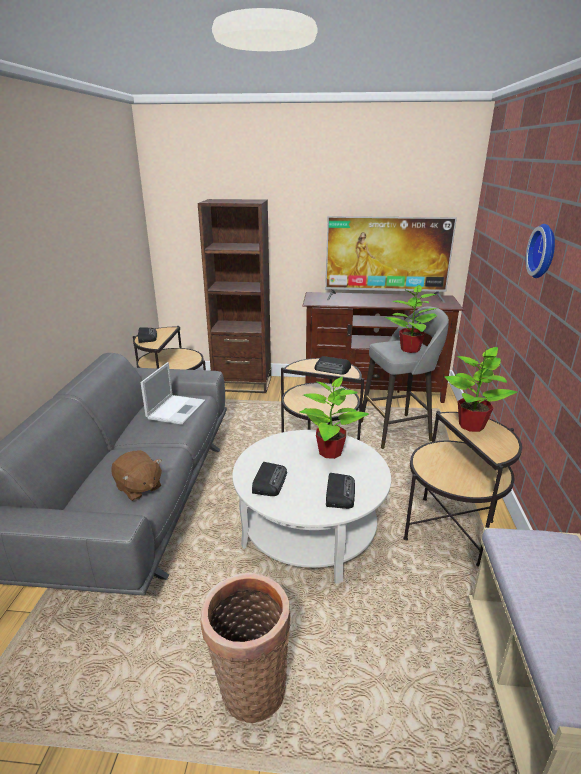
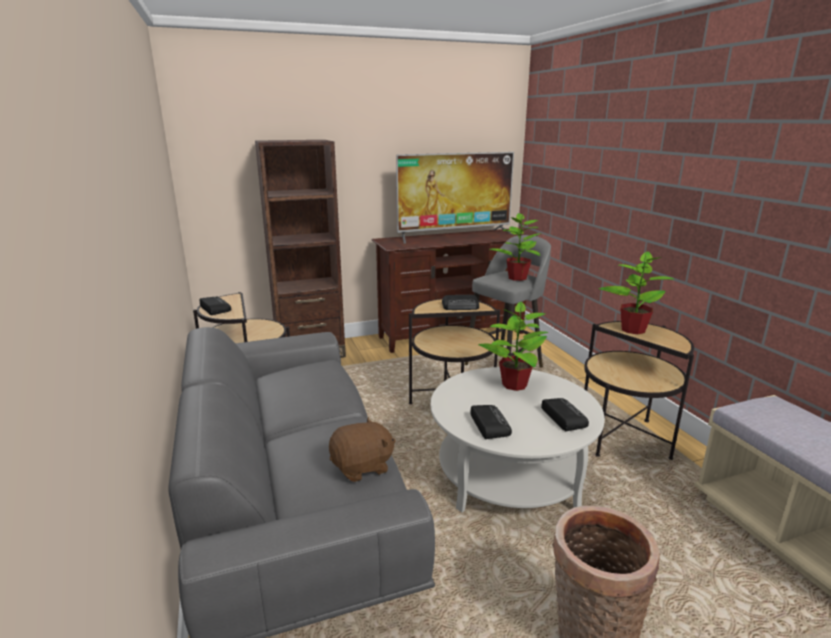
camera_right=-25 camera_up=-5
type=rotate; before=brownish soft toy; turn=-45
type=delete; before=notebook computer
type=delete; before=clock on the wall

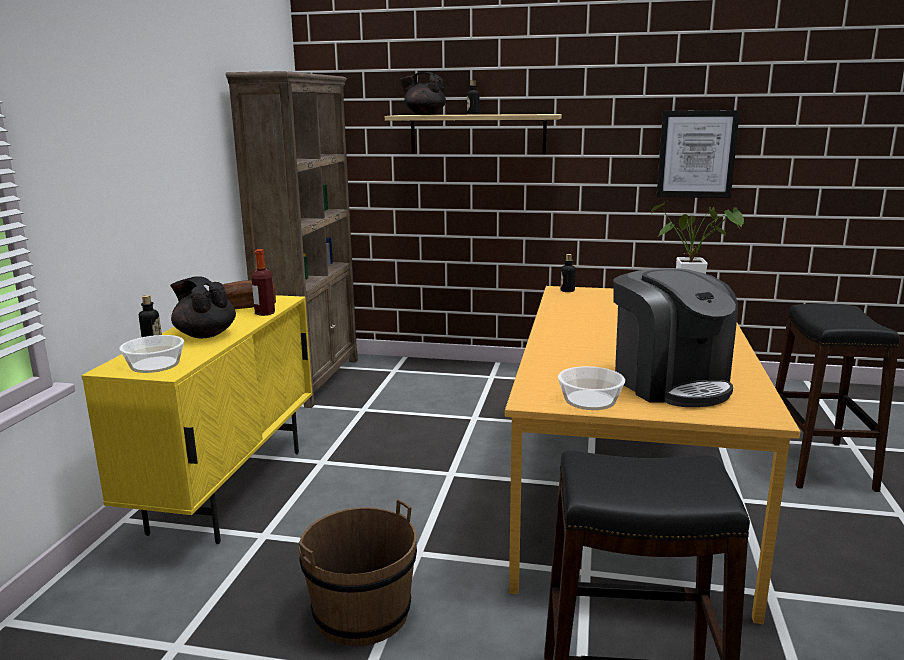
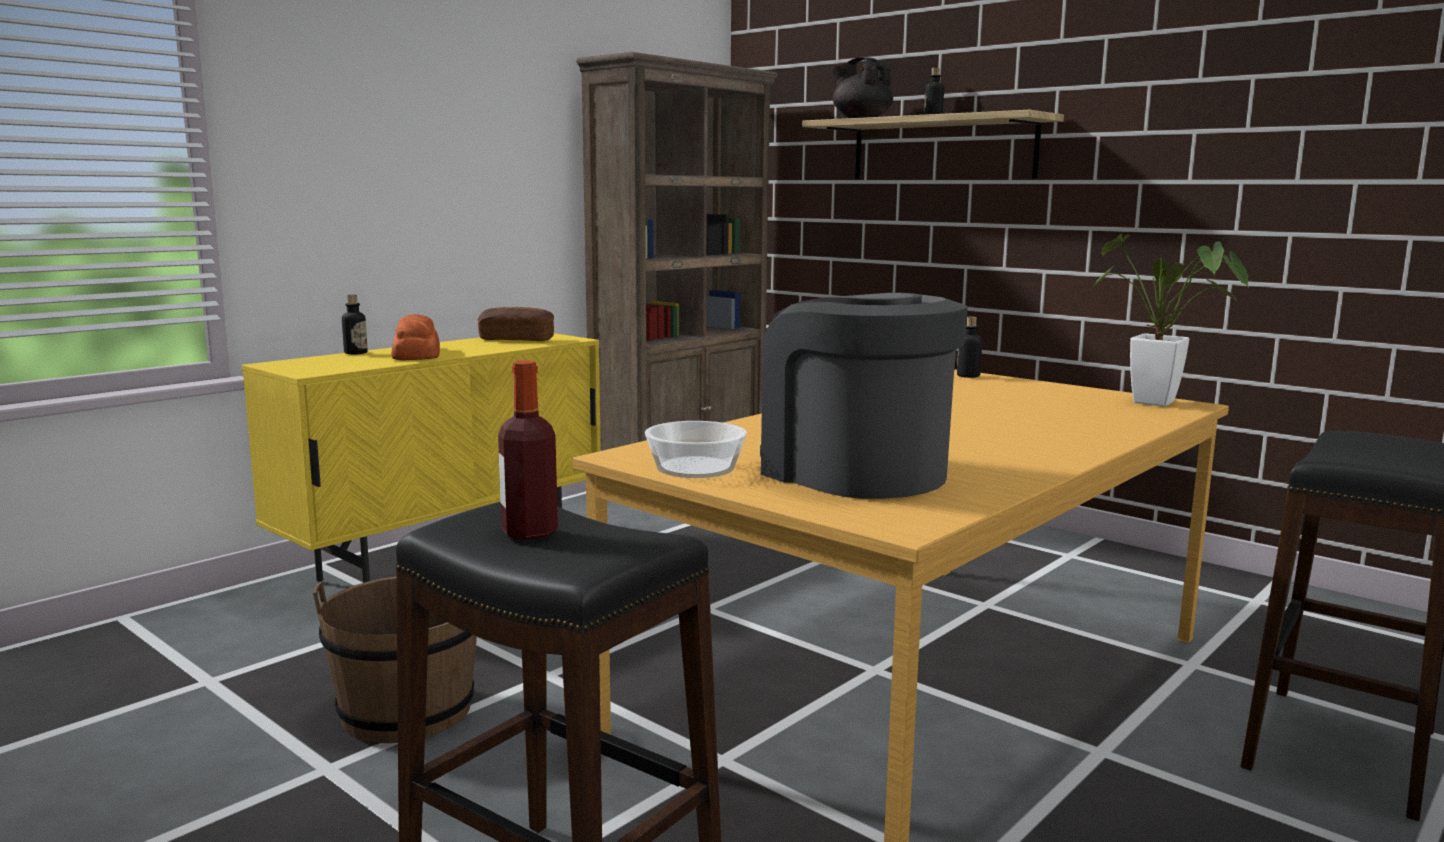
camera_right=30 camera_up=-5
type=delete; before=bowl (1st from left)
type=replace; before=black-coloured teapot (1st from left); after=bakery bread (1st from left)
type=move; before=drink bottle (2nd from left)
type=rotate; before=coffee brewer; turn=135
type=delete; before=picture

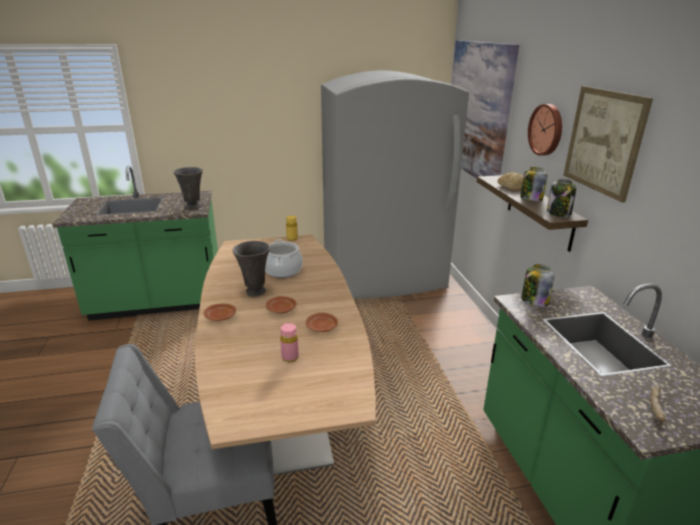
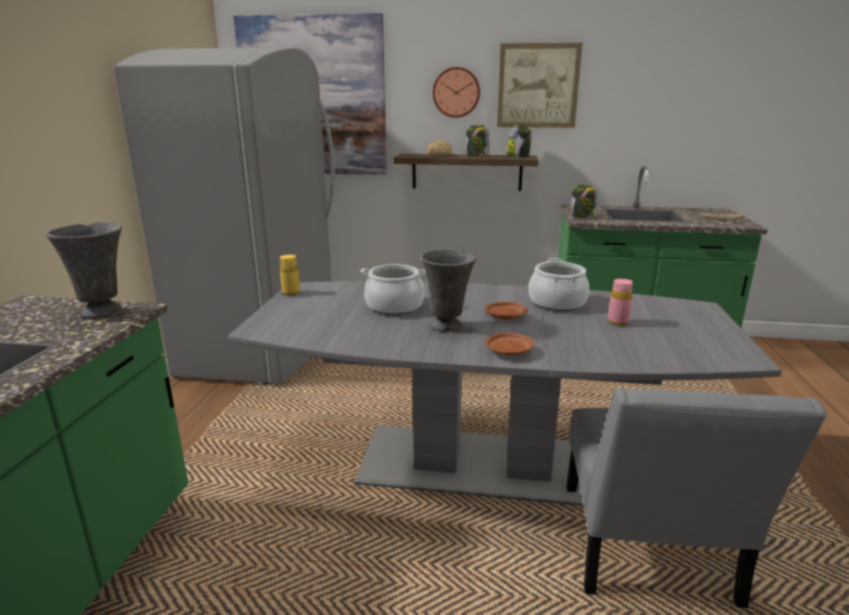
camera_right=-70 camera_up=-5
type=recolor; before=brownish kitchen table; after=greyish kitchen table
type=replace; before=brownish dinner plate (3rd from left); after=cooking pot (2nd from left)

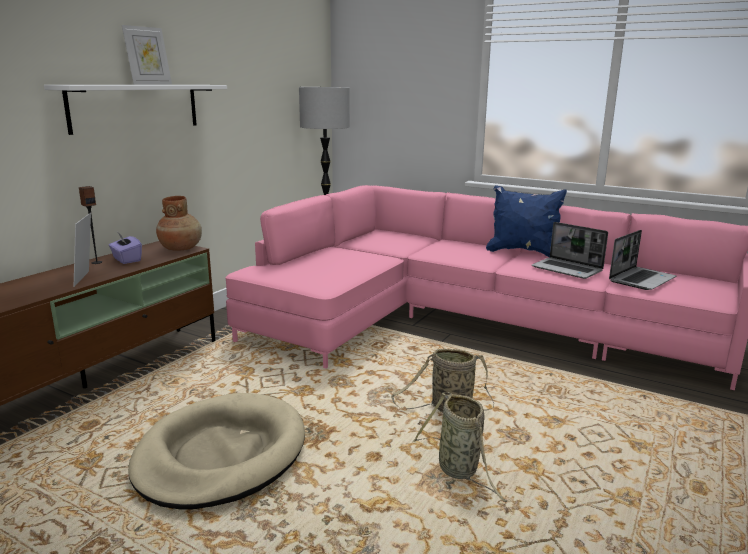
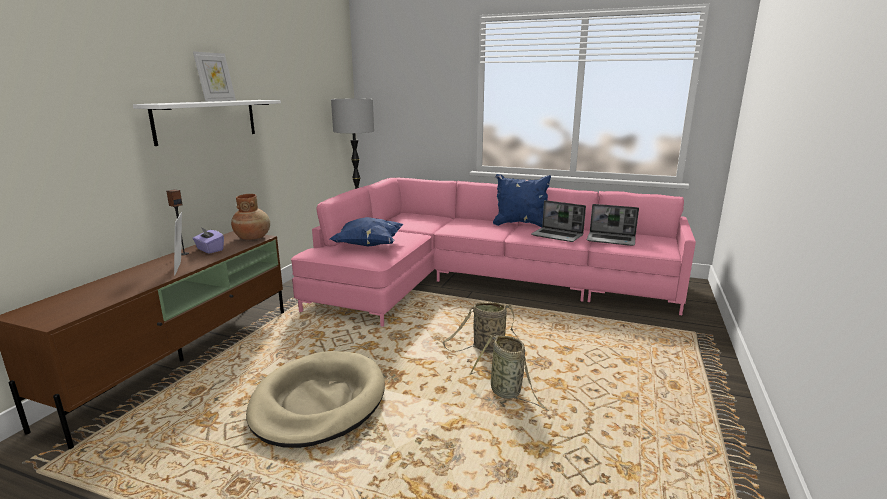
camera_right=-10 camera_up=0
type=rotate; before=notebook computer (2nd from left); turn=75
type=insert; after=blue-coloured pillow (1st from left)

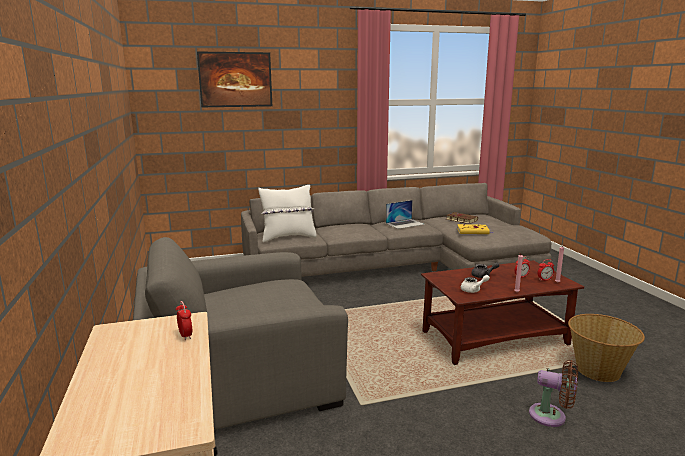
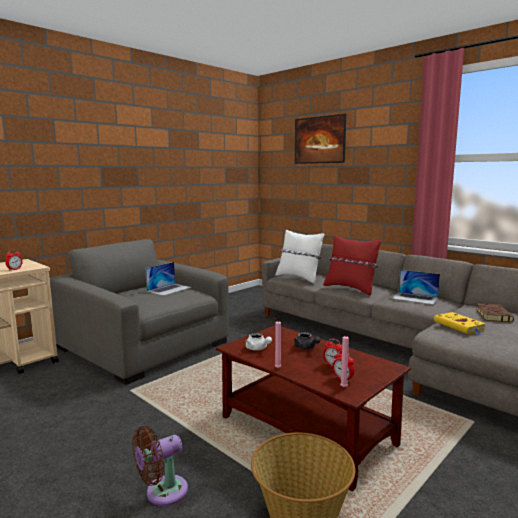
camera_right=60 camera_up=-5
type=rotate; before=brownish cooling fan; turn=60
type=insert; after=notebook computer (1st from left)
type=insert; after=reddish pillow

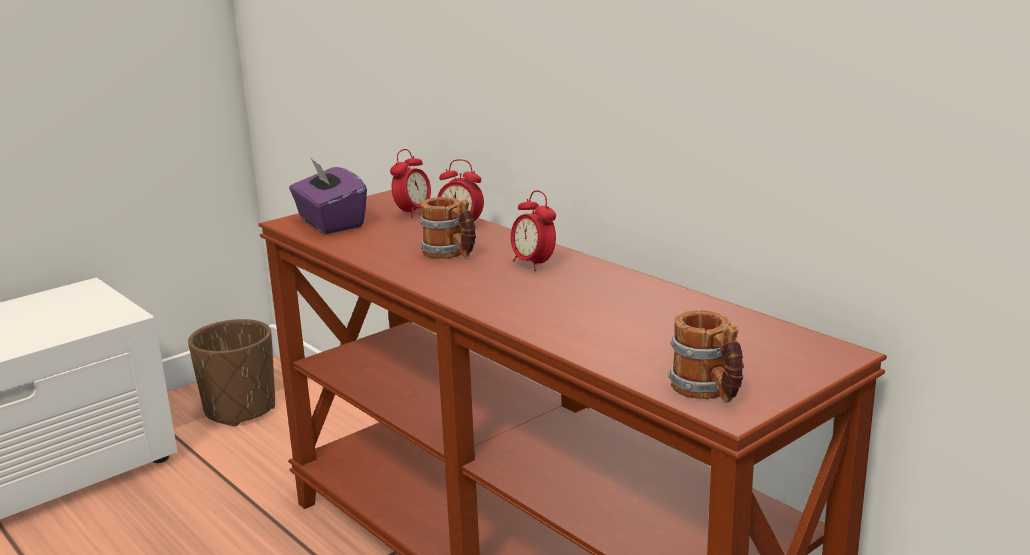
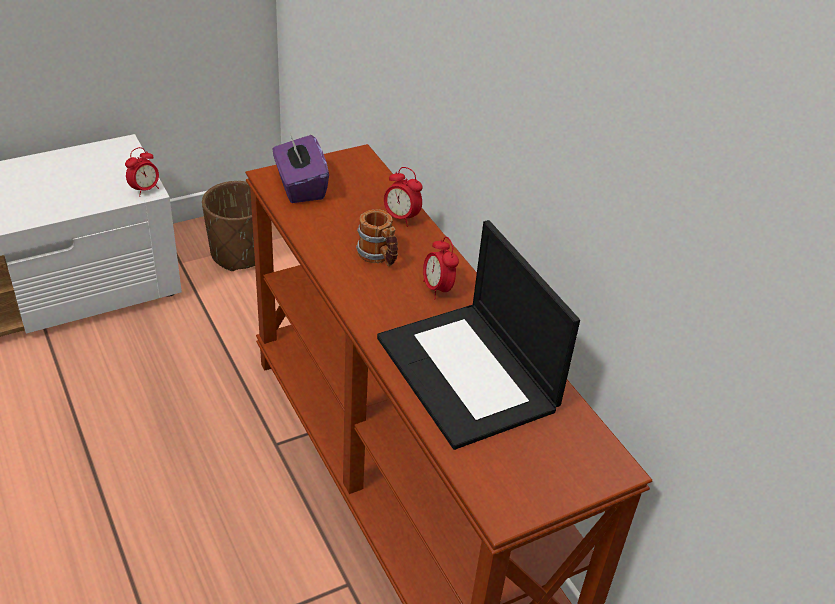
camera_right=10 camera_up=20
type=move; before=alarm clock (1st from left)
type=delete; before=tea mug (2nd from left)
type=insert; after=notebook computer

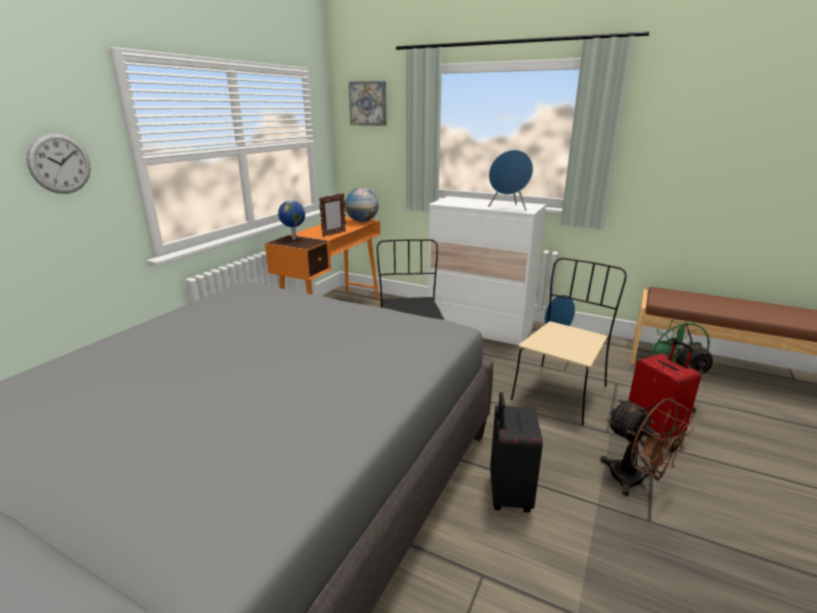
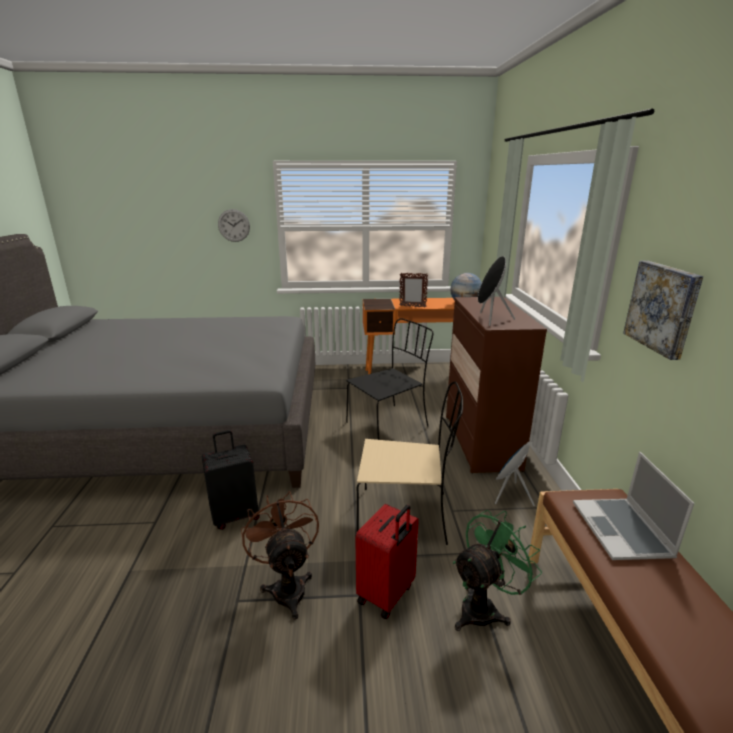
camera_right=60 camera_up=0
type=delete; before=world globe (1st from left)
type=move; before=picture
type=recolor; before=whitish chest of drawers; after=brownish chest of drawers
type=recolor; before=blue-coloured speaker (1st from left); after=black-coloured speaker
type=rotate; before=brownish cooling fan; turn=135
type=insert; after=notebook computer

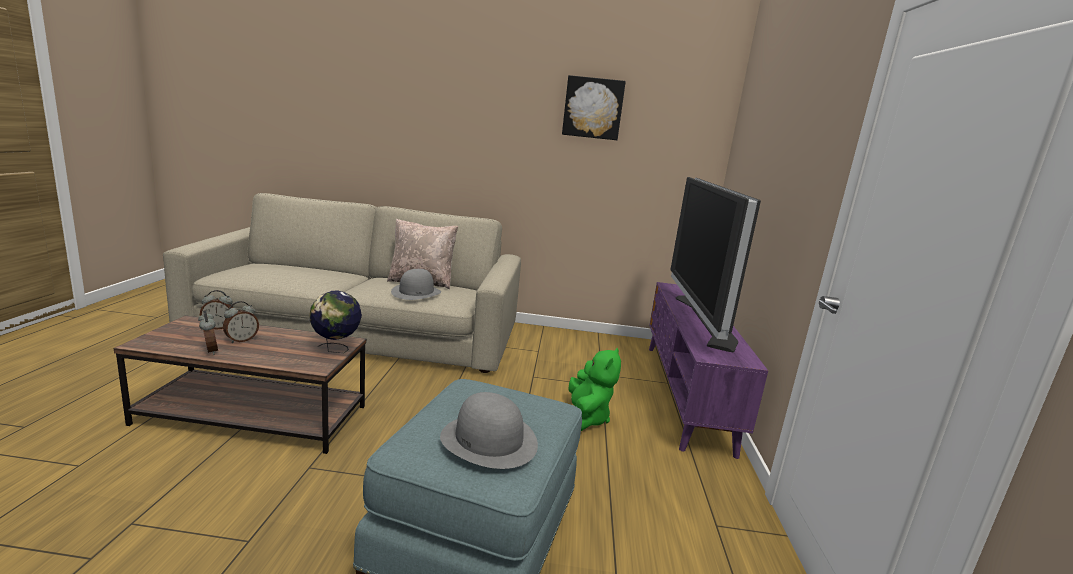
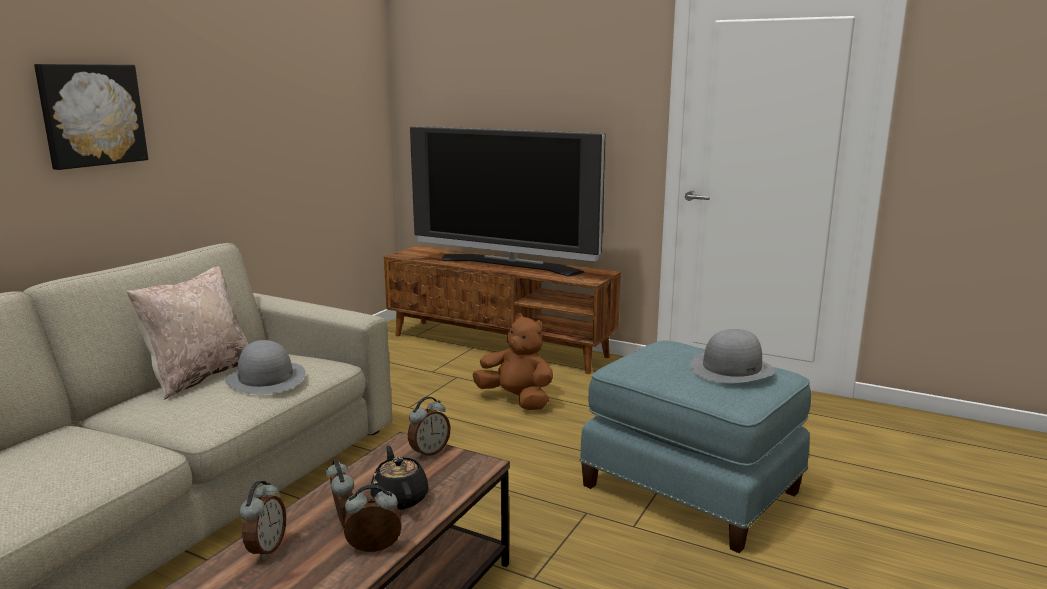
camera_right=-65 camera_up=0
type=replace; before=world globe; after=alarm clock (4th from left)
type=move; before=picture
type=recolor; before=green-coloured soft toy; after=brownish soft toy
type=recolor; before=purplish tv stand; after=brownish tv stand
type=insert; after=black-coloured teapot

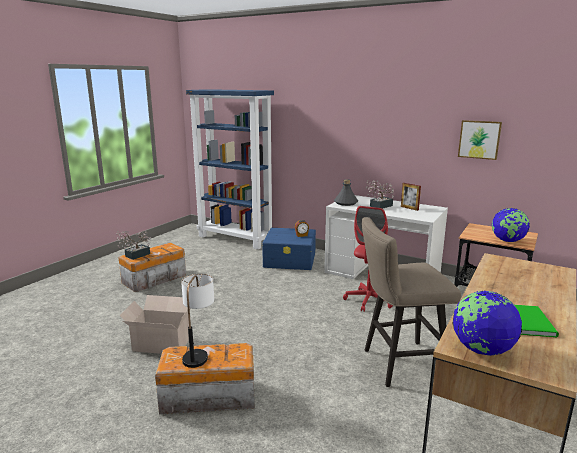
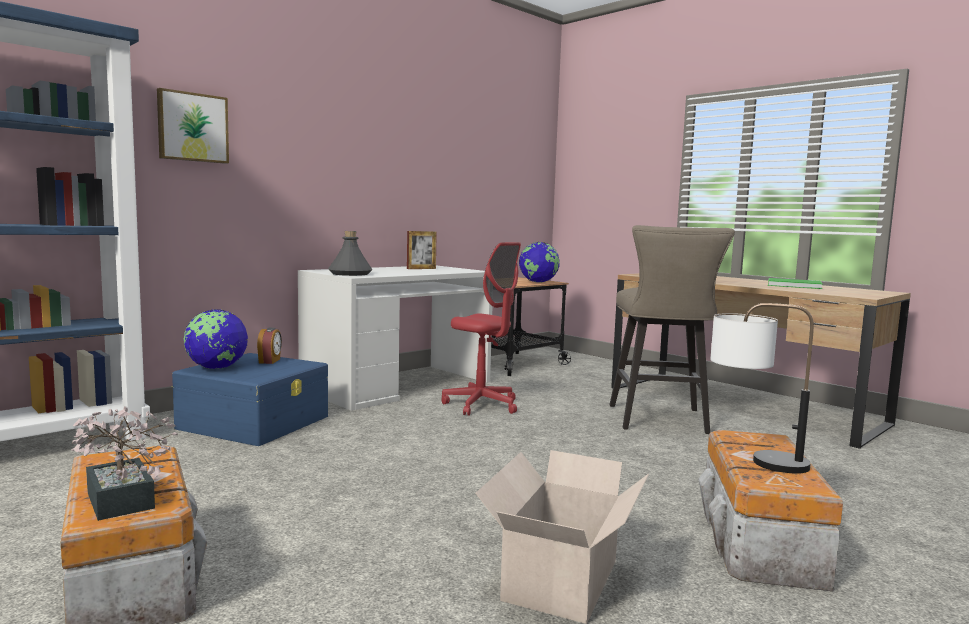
camera_right=-75 camera_up=-10
type=delete; before=potted plant (2nd from left)
type=move; before=world globe (1st from left)
type=move; before=picture

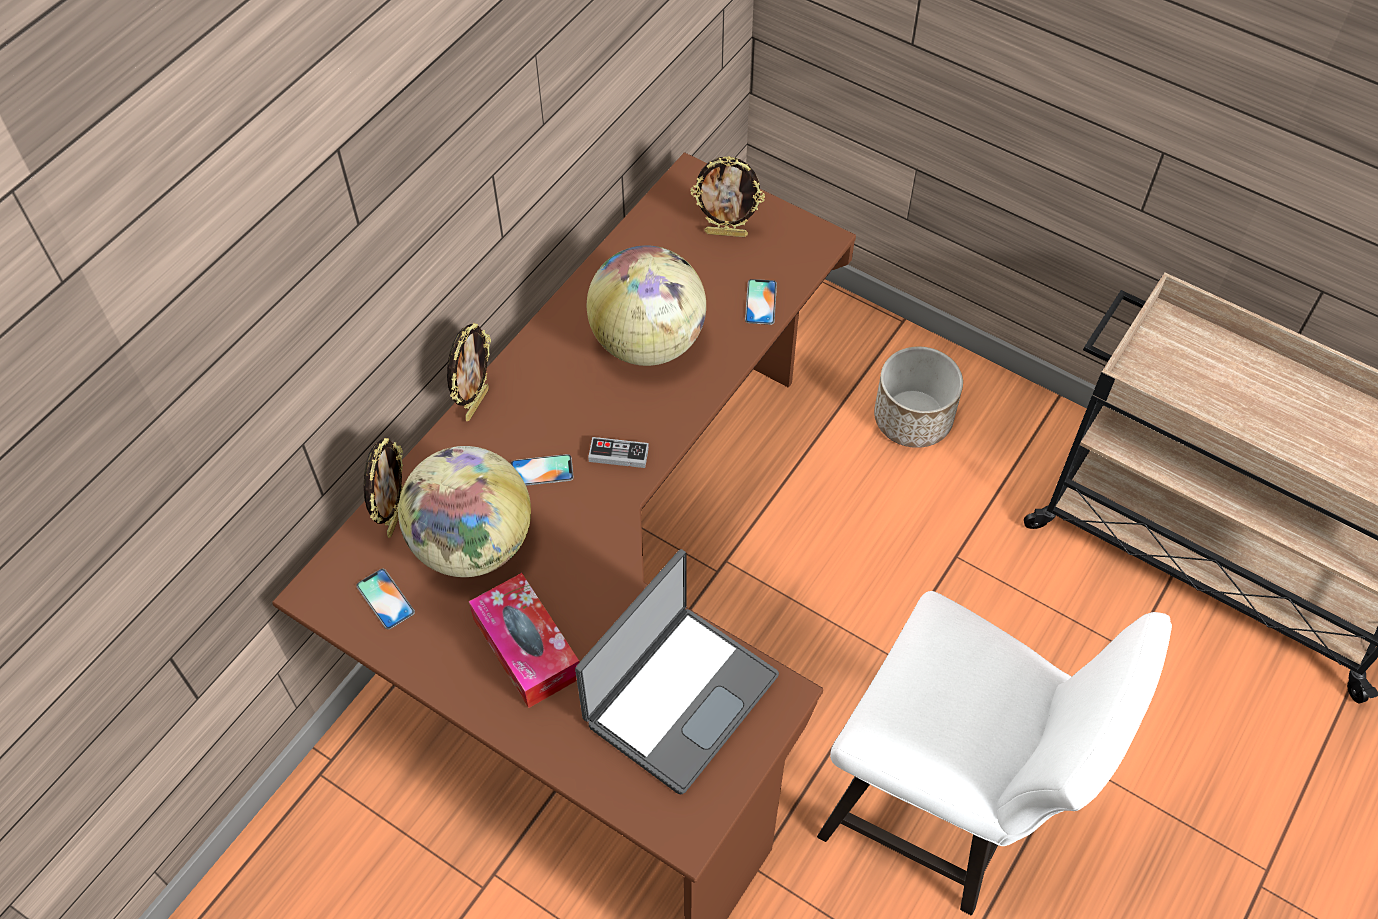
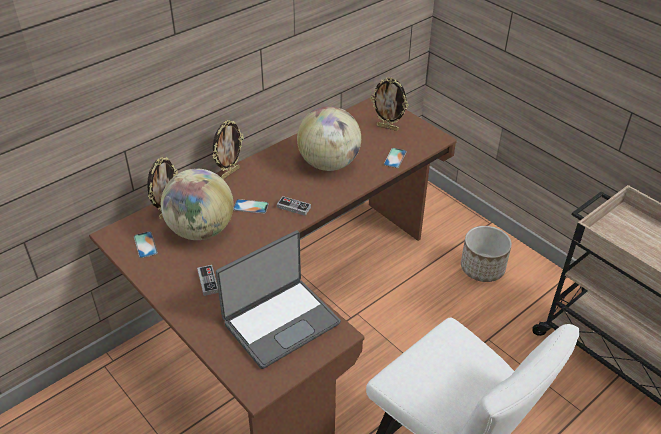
camera_right=15 camera_up=-15
type=replace; before=tissue holder; after=joypad (1st from left)

